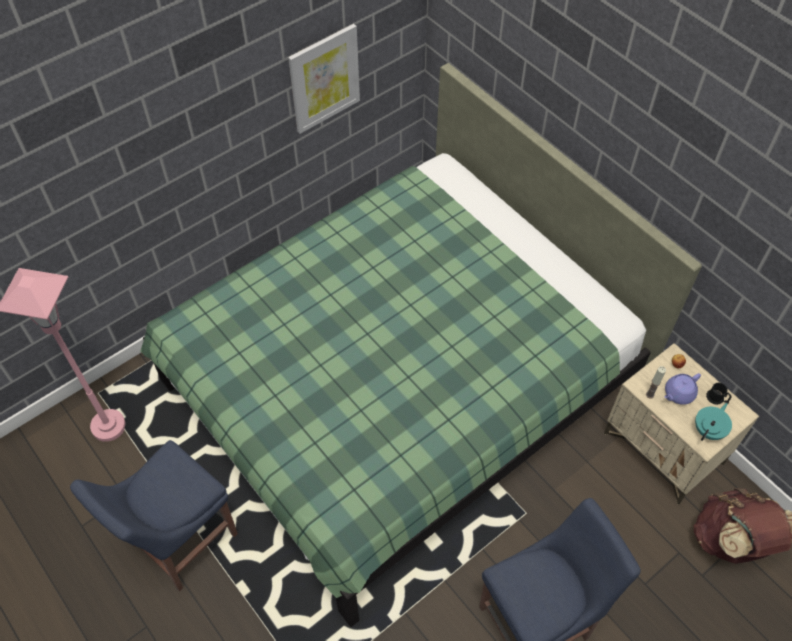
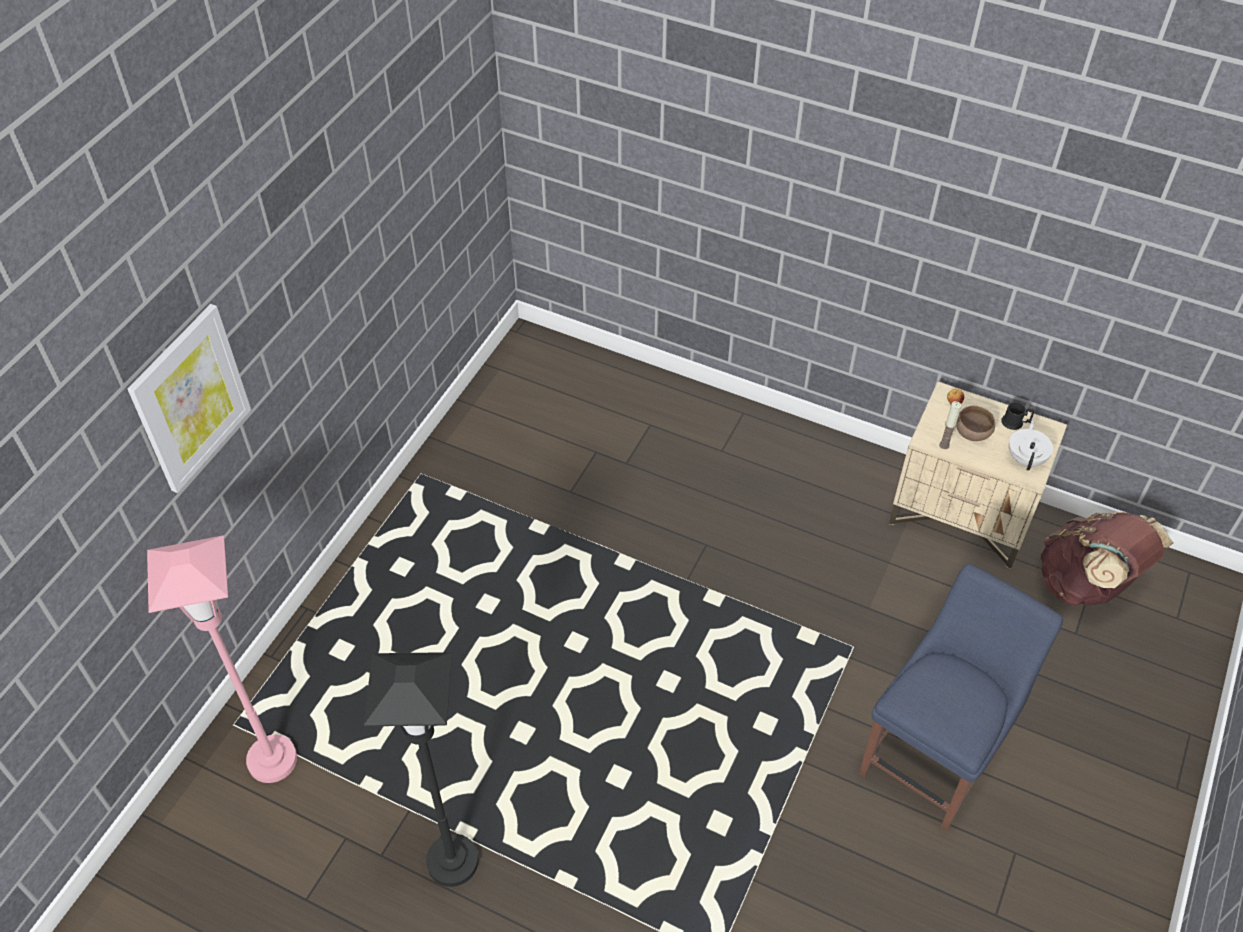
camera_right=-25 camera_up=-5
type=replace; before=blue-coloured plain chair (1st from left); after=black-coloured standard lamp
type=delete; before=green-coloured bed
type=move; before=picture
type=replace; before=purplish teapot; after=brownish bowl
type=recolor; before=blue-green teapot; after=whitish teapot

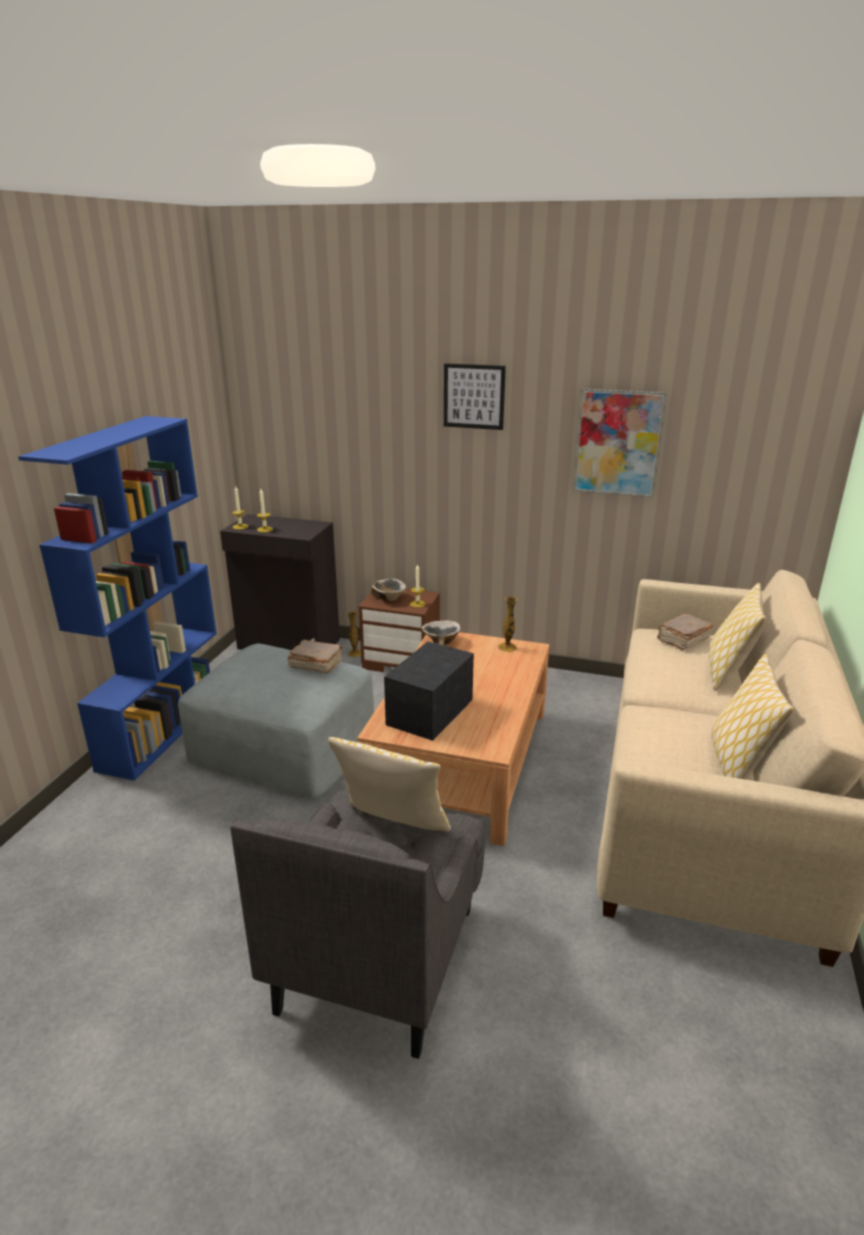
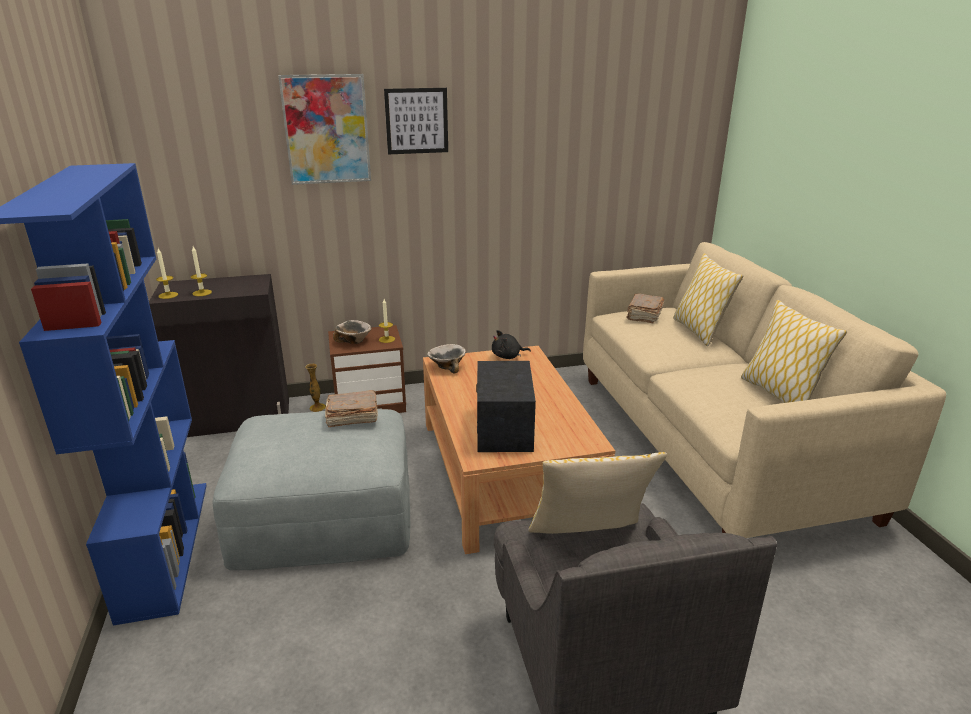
camera_right=-30 camera_up=0
type=replace; before=vase (2nd from left); after=black-coloured soft toy
type=move; before=picture (2nd from left in the first image); after=picture (1st from left)

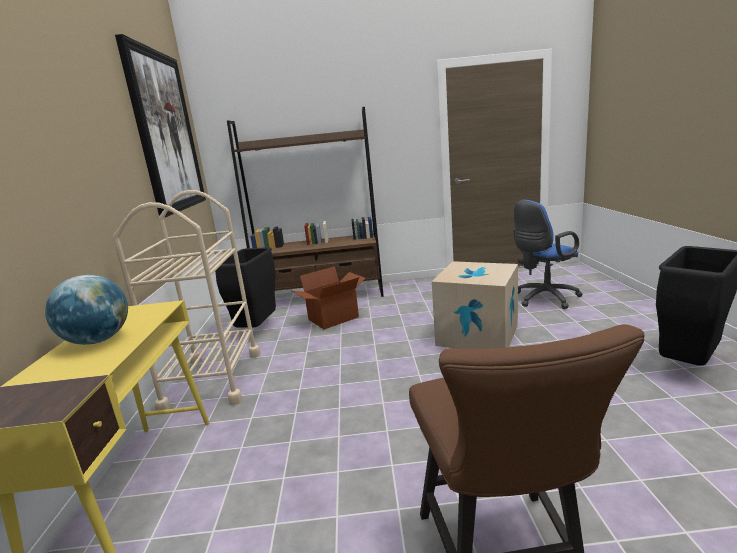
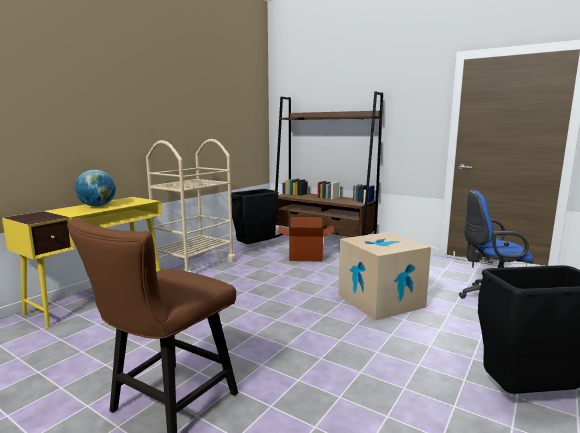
camera_right=35 camera_up=-5
type=delete; before=picture

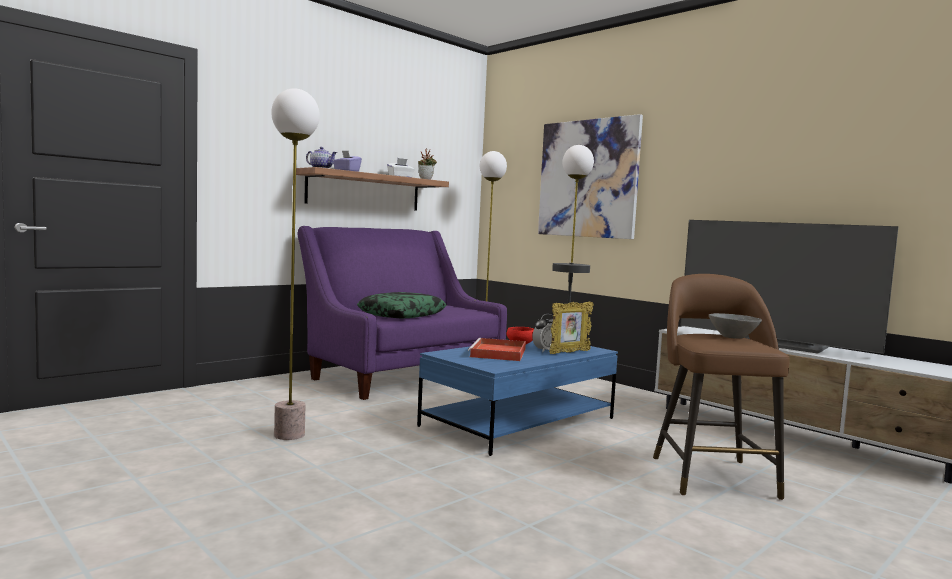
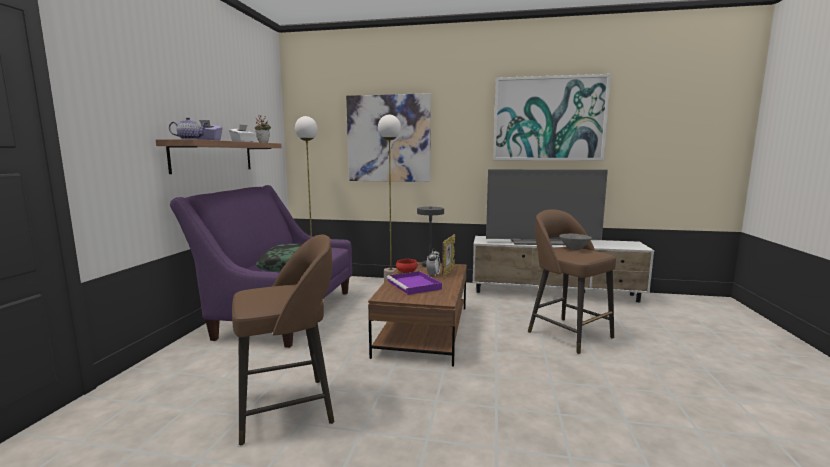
camera_right=-35 camera_up=5
type=replace; before=standard lamp (1st from left); after=brownish sitting stool (1st from left)
type=recolor; before=blue-coloured low table; after=brownish low table
type=recolor; before=reddish tray; after=purplish tray
type=insert; after=picture (2nd from left)

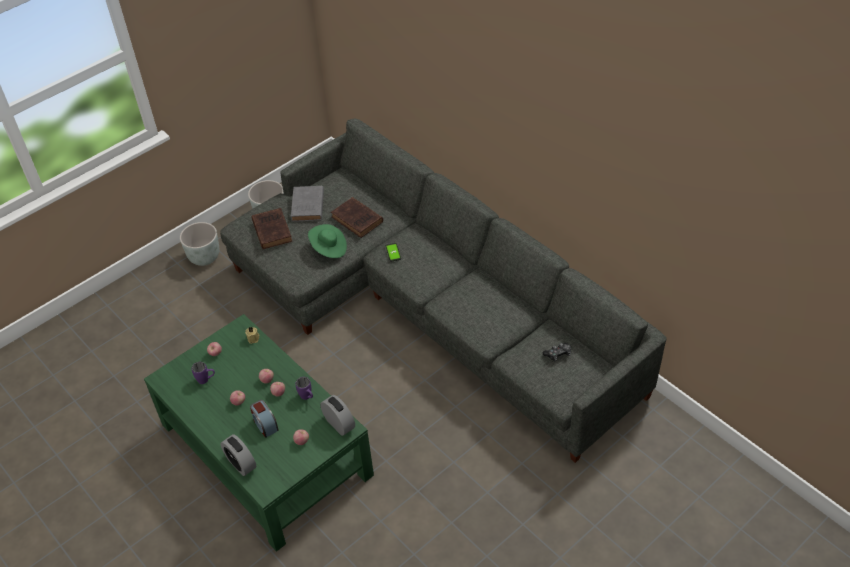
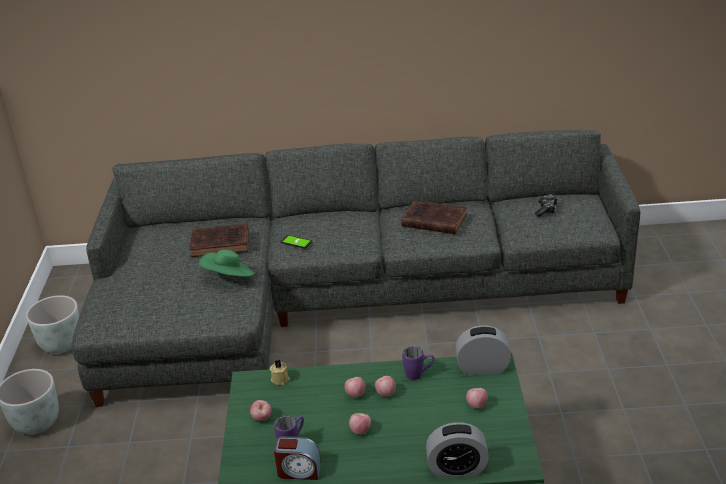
camera_right=-50 camera_up=-15
type=move; before=alarm clock (2nd from left in the first image); after=alarm clock (1st from left)
type=move; before=brownish bound book (1st from left in the first image); after=brownish bound book (2nd from left)
type=delete; before=greyish bound book

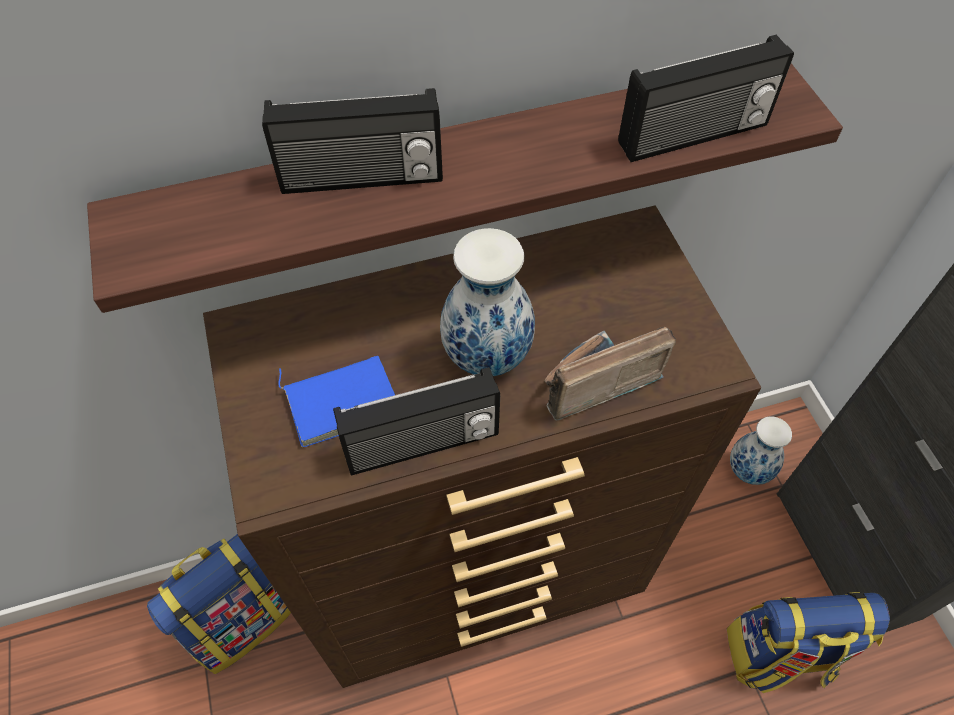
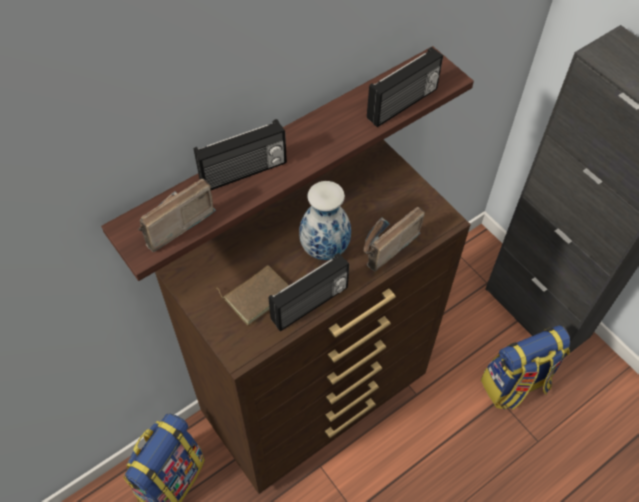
camera_right=-20 camera_up=0
type=recolor; before=blue-coloured bound book; after=brownish bound book
type=delete; before=vase (2nd from left)
type=insert; after=radio (1st from left)

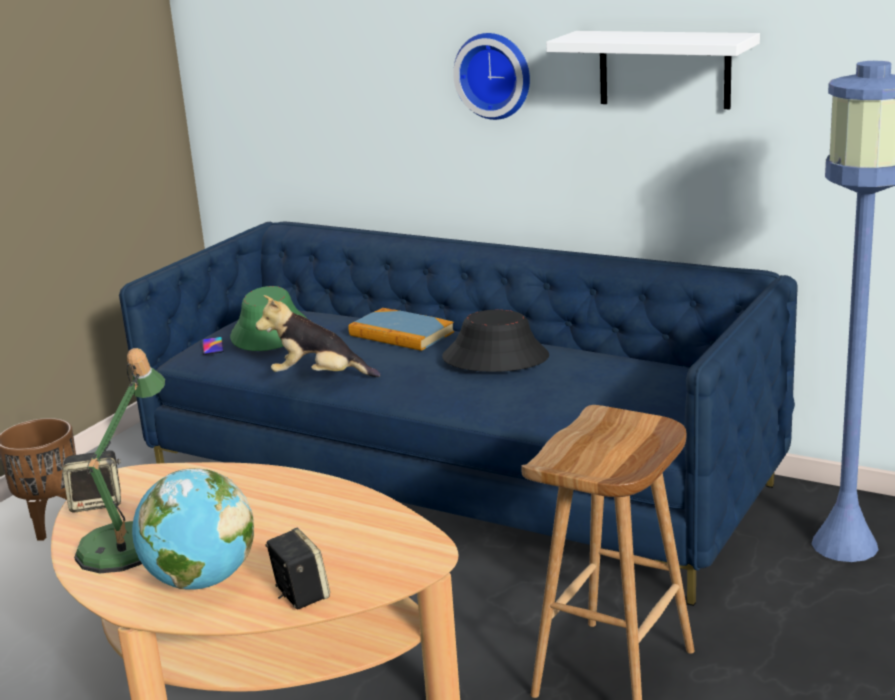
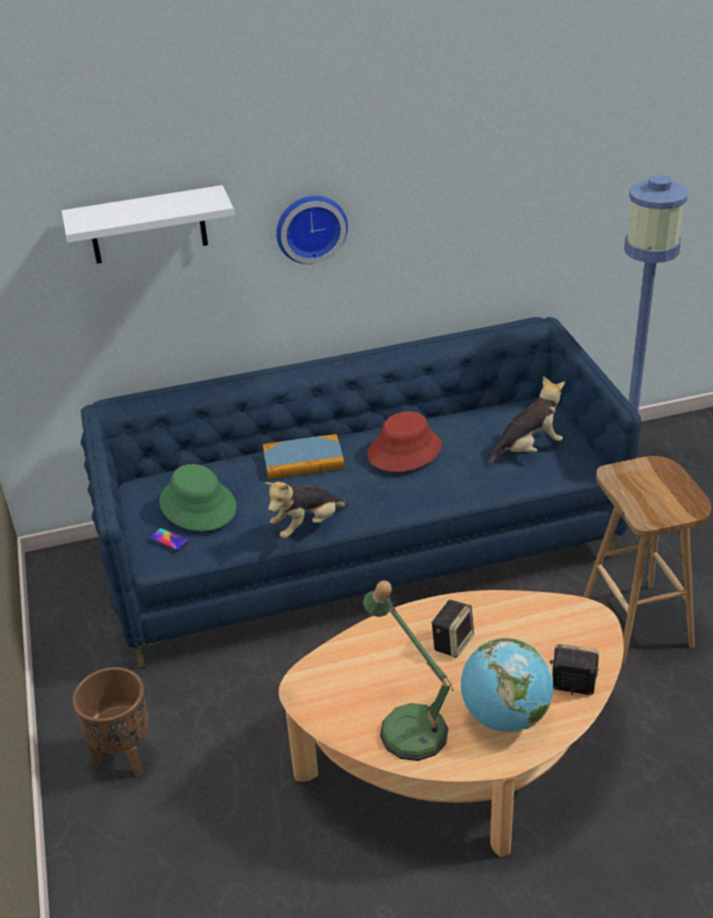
camera_right=-45 camera_up=15
type=move; before=speaker (1st from left)
type=recolor; before=black-coloured wearable hat; after=reddish wearable hat
type=move; before=whitish wall shelf
type=insert; after=soft toy (2nd from left)

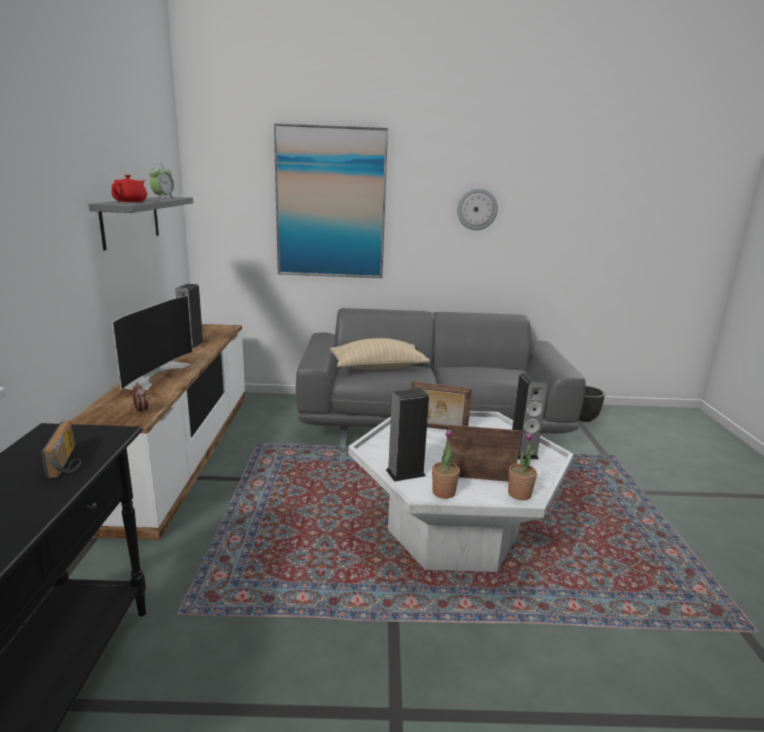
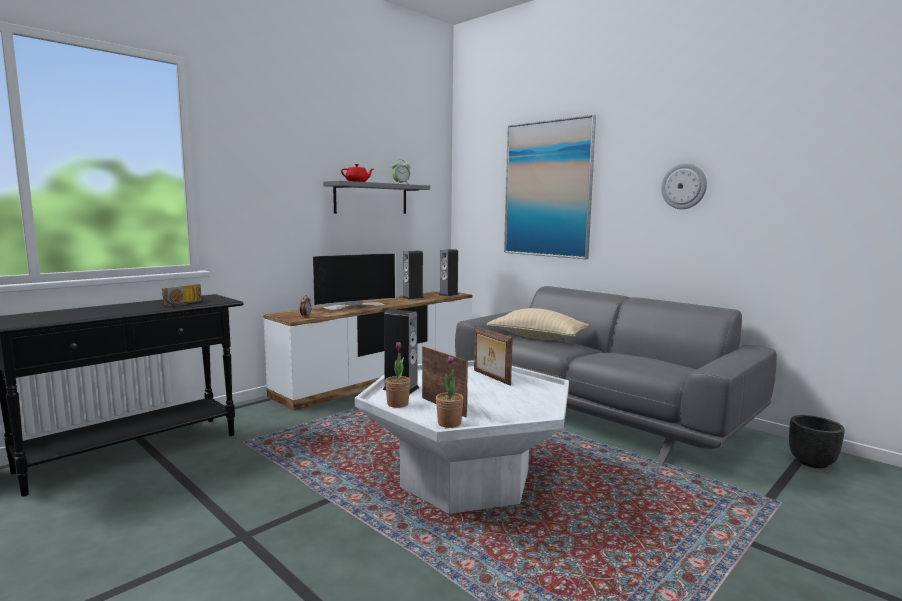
camera_right=45 camera_up=-10
type=move; before=speaker (3rd from left)

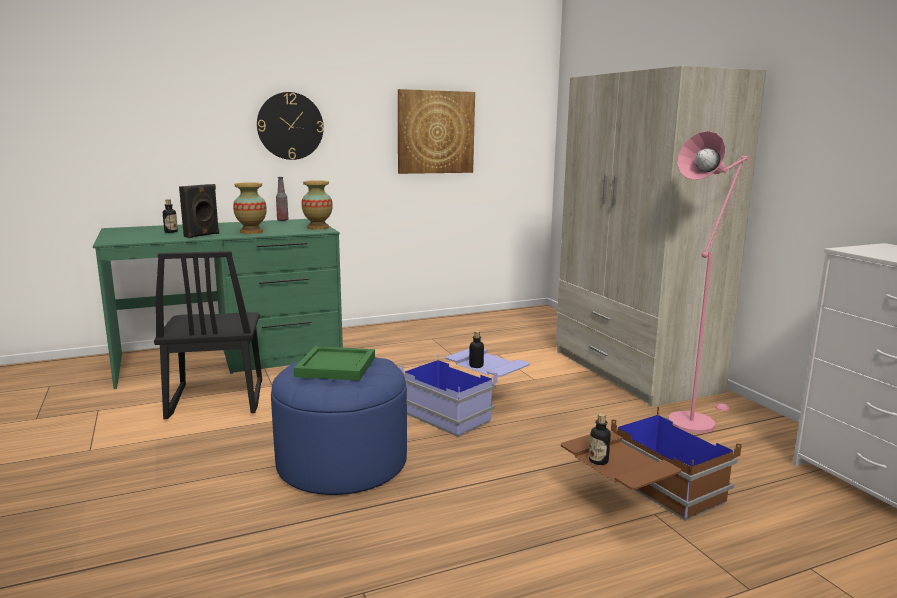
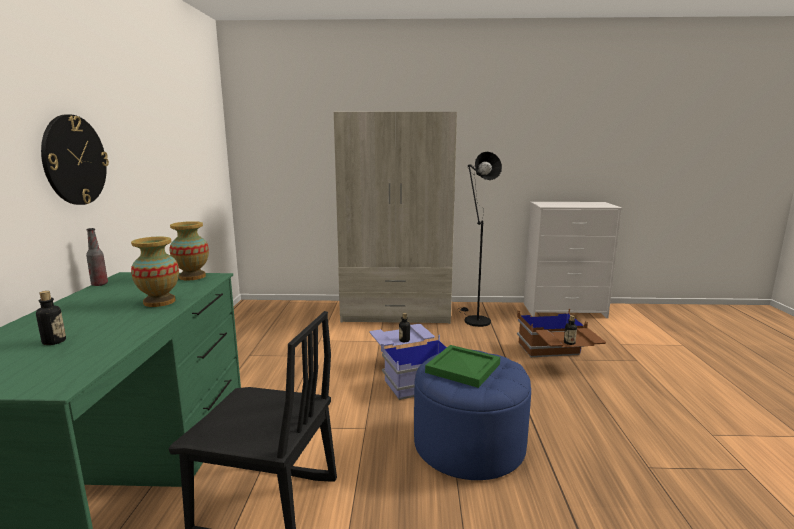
camera_right=-65 camera_up=0
type=delete; before=black-coloured speaker
type=delete; before=picture
type=recolor; before=pink-coloured standard lamp; after=black-coloured standard lamp

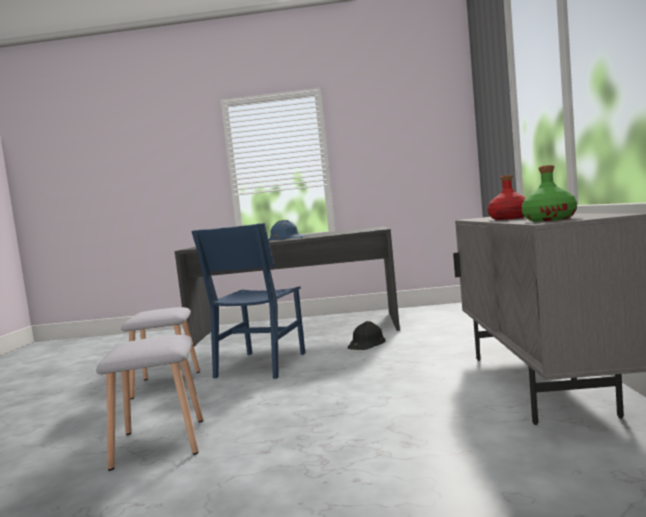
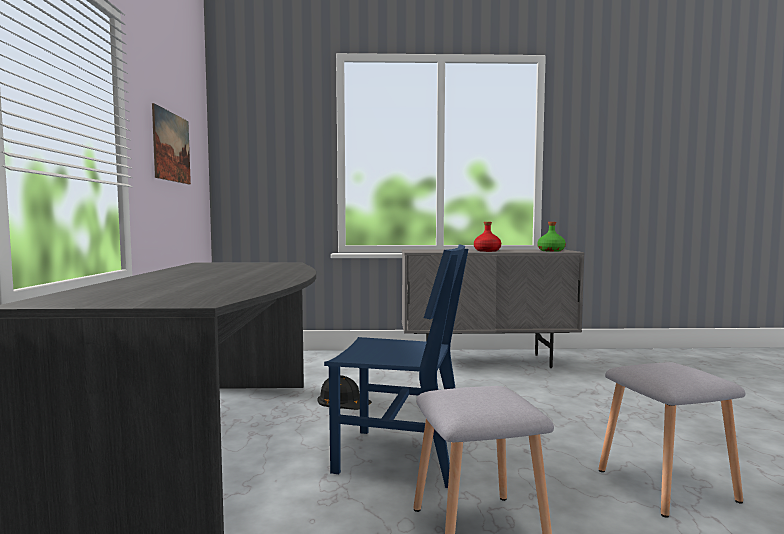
camera_right=-95 camera_up=0
type=delete; before=blue-coloured work helmet
type=insert; after=picture

